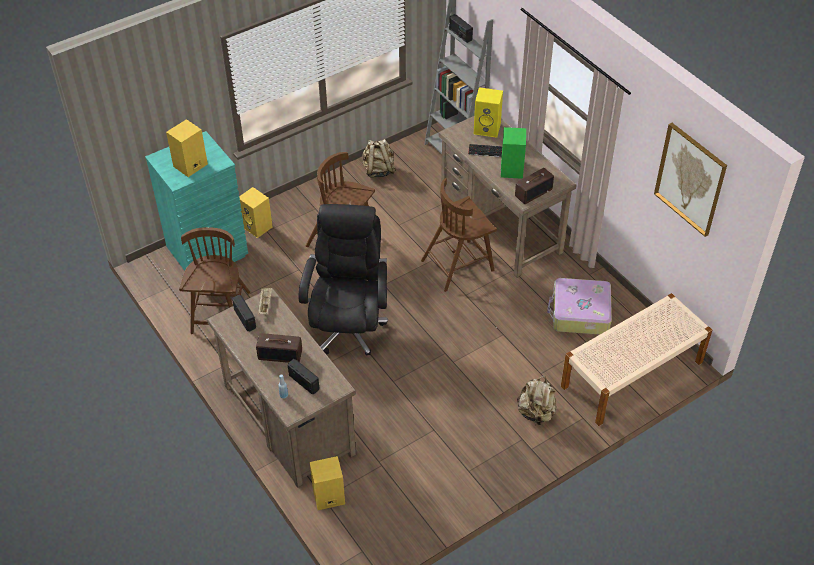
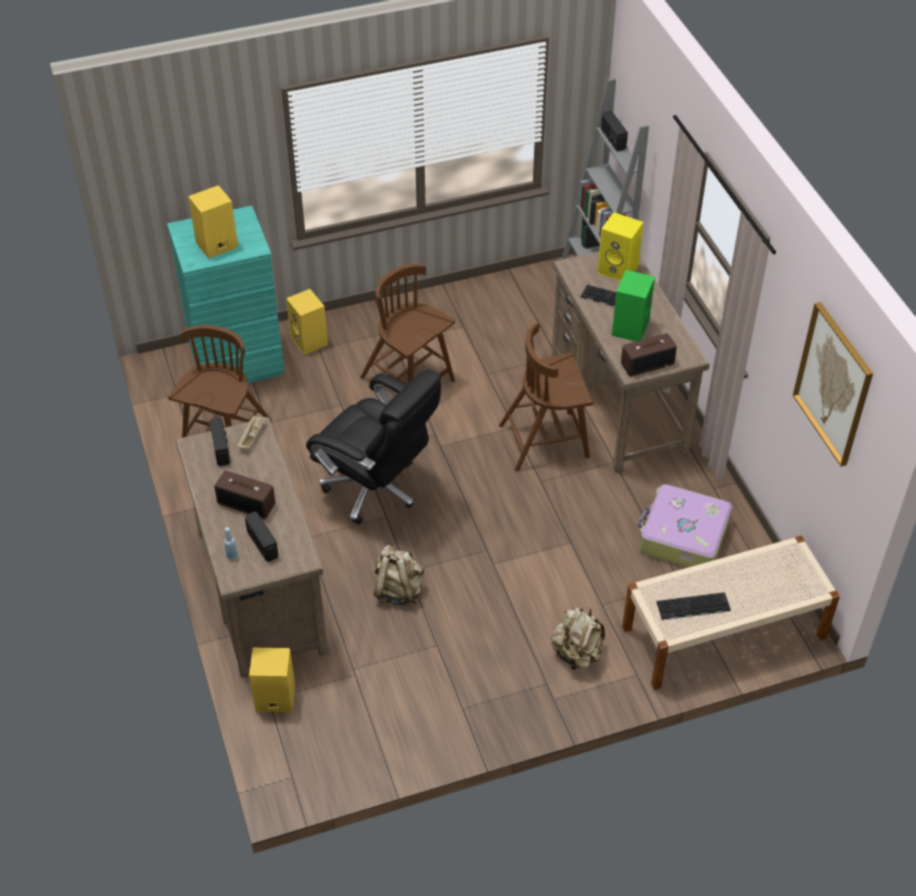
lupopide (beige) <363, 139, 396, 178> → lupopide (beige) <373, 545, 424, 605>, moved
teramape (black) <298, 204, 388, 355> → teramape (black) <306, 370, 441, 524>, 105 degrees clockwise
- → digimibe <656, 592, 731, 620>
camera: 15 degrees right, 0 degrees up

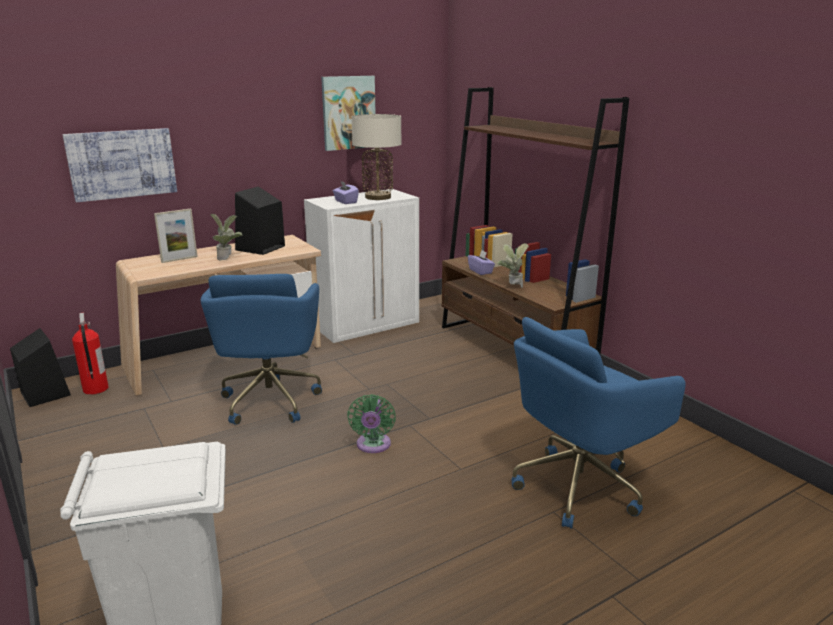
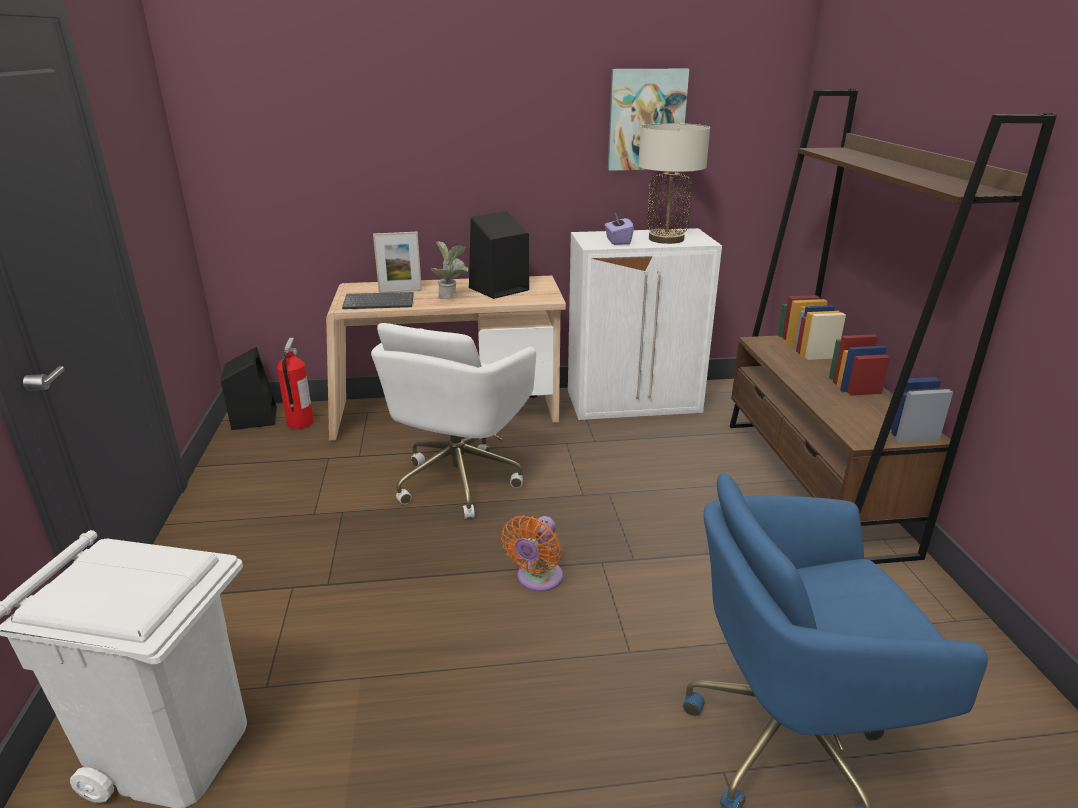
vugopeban <62, 128, 177, 202> → -
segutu <497, 243, 529, 288> → -
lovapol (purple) <468, 250, 495, 275> → -
teramape (blue) <200, 274, 322, 425> → teramape (white) <371, 323, 536, 519>
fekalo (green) <347, 394, 396, 453> → fekalo (orange) <501, 515, 563, 592>
- → digimibe <342, 292, 414, 309>
camera: 25 degrees right, 5 degrees up

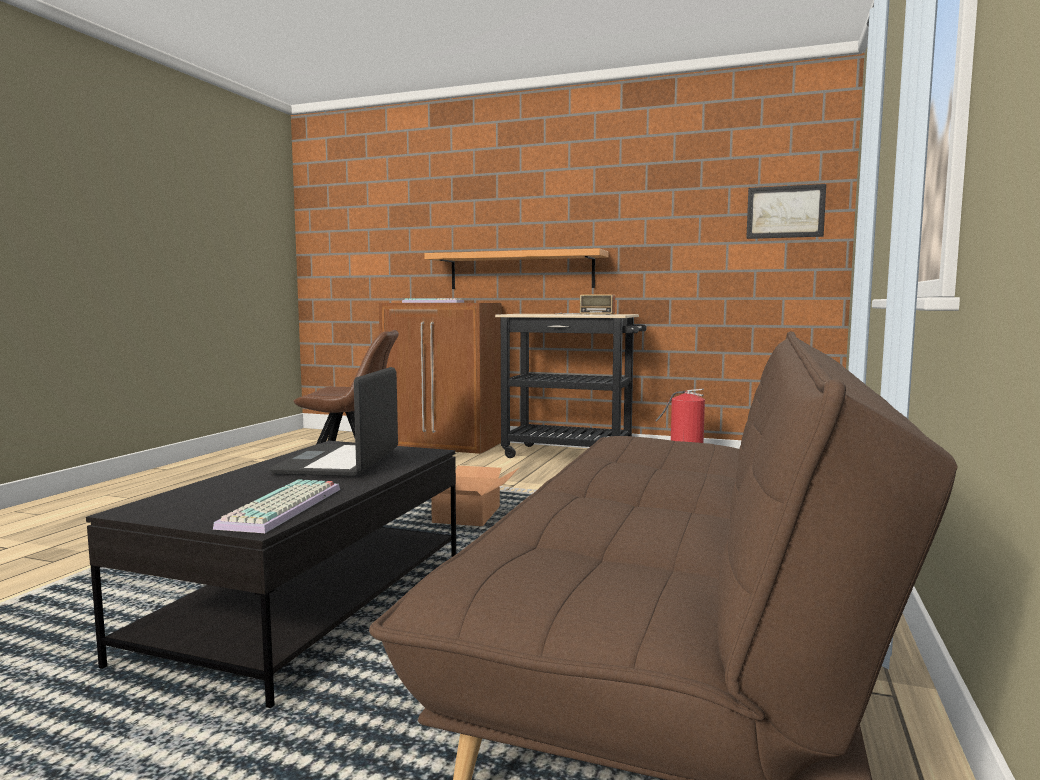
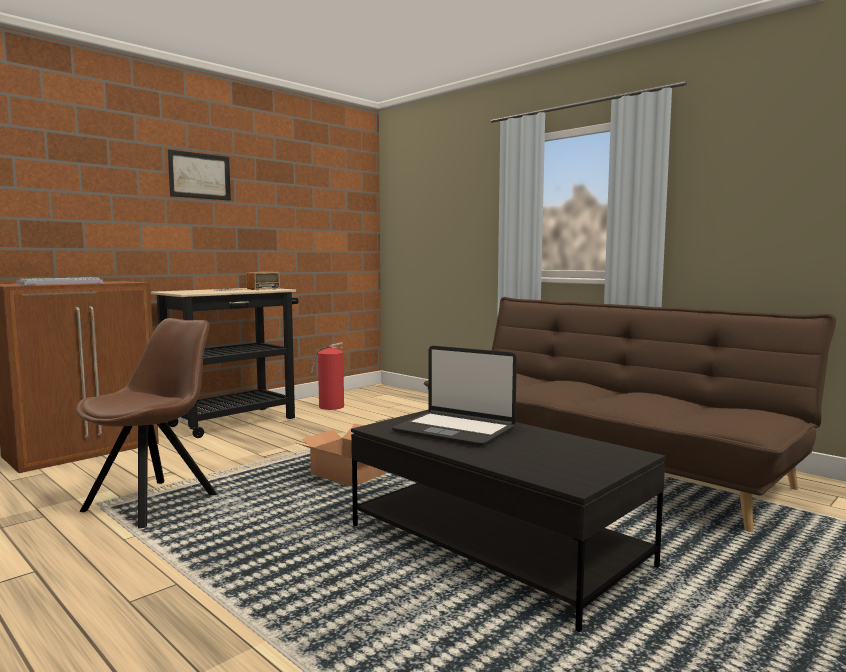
vugopeban <746, 184, 826, 239> → vugopeban <168, 149, 231, 201>, moved
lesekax <424, 248, 608, 289> → -
digimibe <213, 479, 340, 533> → -
camera: 65 degrees left, 0 degrees up

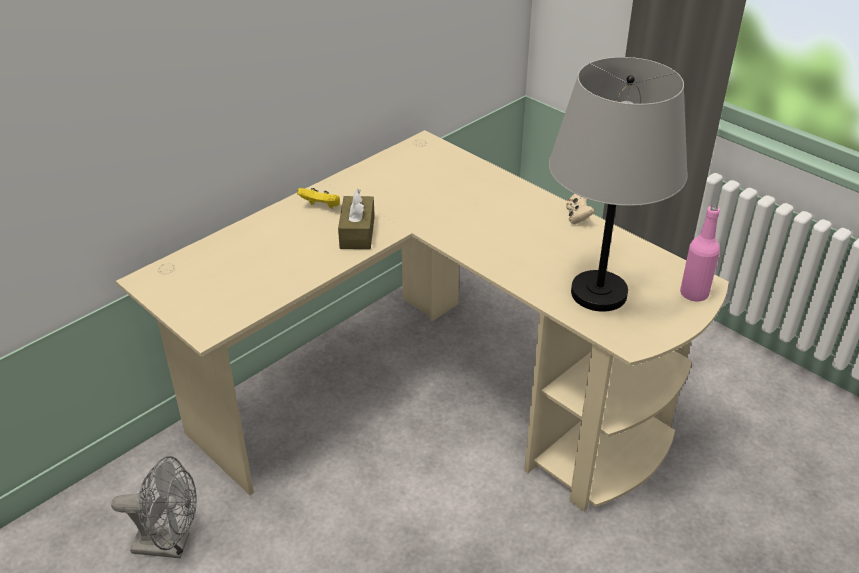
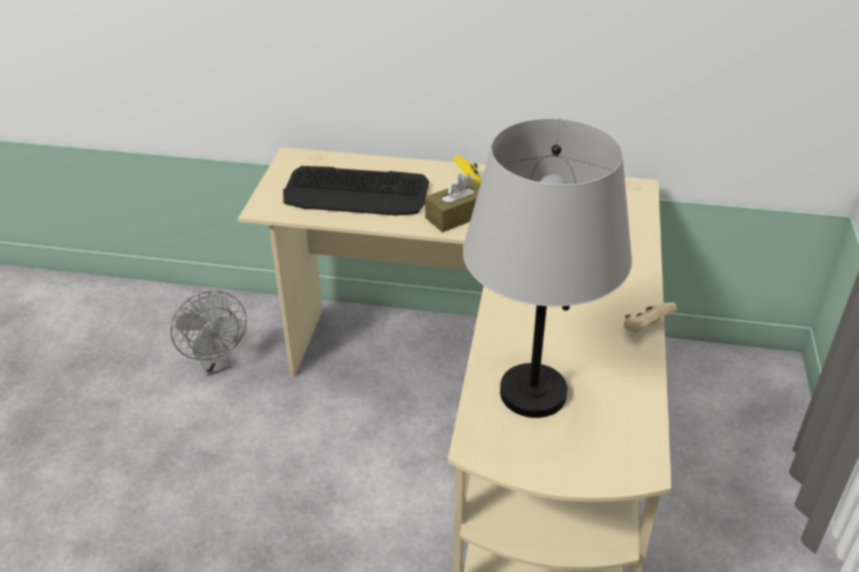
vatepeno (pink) <680, 206, 720, 301> → -
- → digimibe <283, 166, 429, 216>
camera: 55 degrees right, 0 degrees up

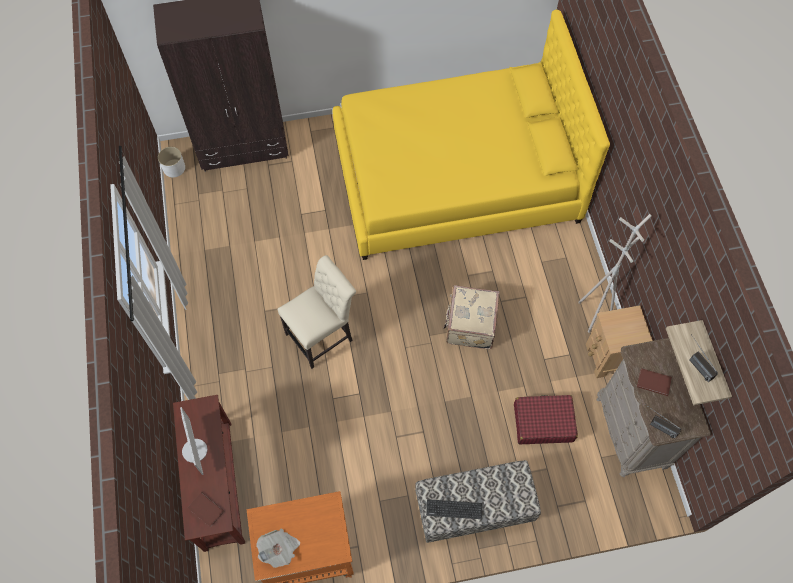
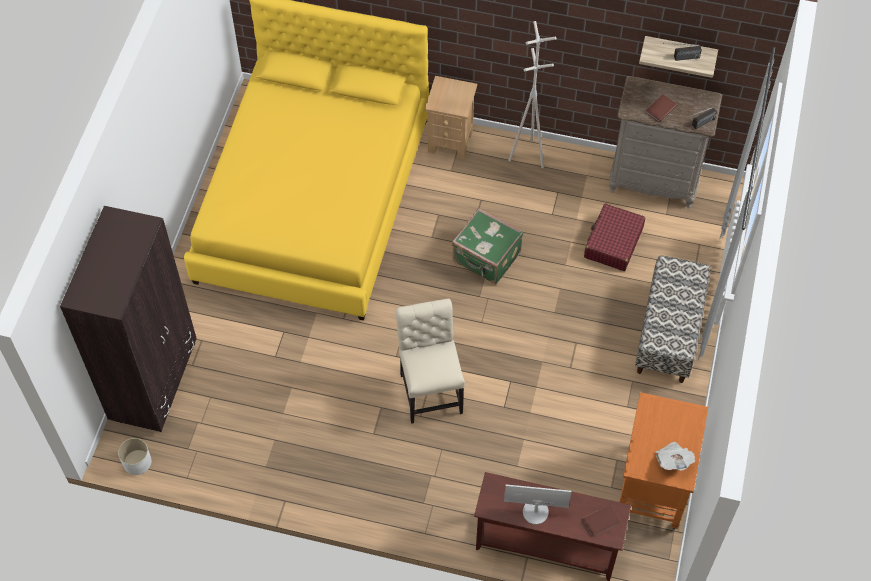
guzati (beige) <443, 285, 500, 349> → guzati (green) <452, 208, 523, 284>
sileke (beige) <586, 305, 653, 378> → sileke (beige) <425, 76, 477, 159>, moved
digimibe <426, 499, 482, 519> → -
camera: 65 degrees left, 5 degrees down

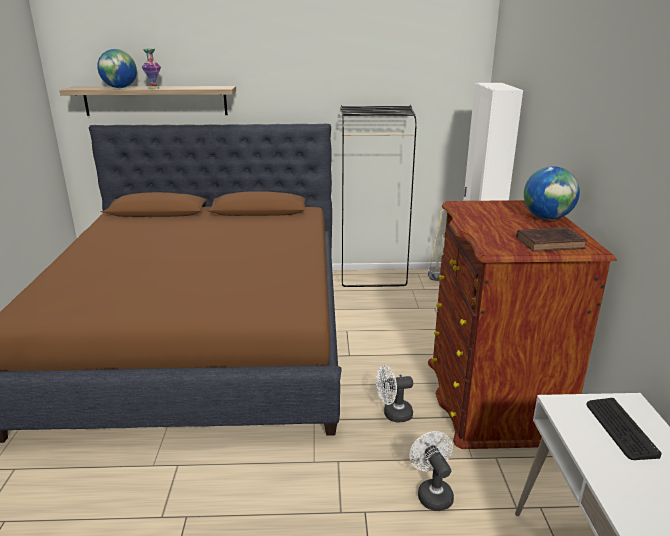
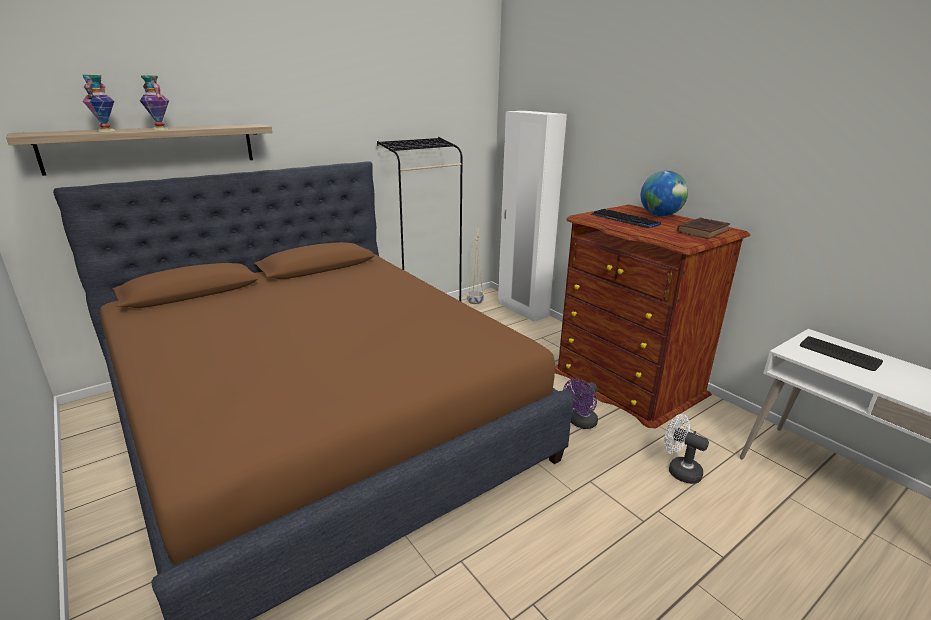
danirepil <97, 49, 137, 88> → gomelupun <83, 75, 115, 132>
fekalo (white) <376, 365, 413, 422> → fekalo (purple) <563, 379, 598, 429>
- → digimibe <591, 209, 661, 228>
camera: 35 degrees left, 0 degrees up

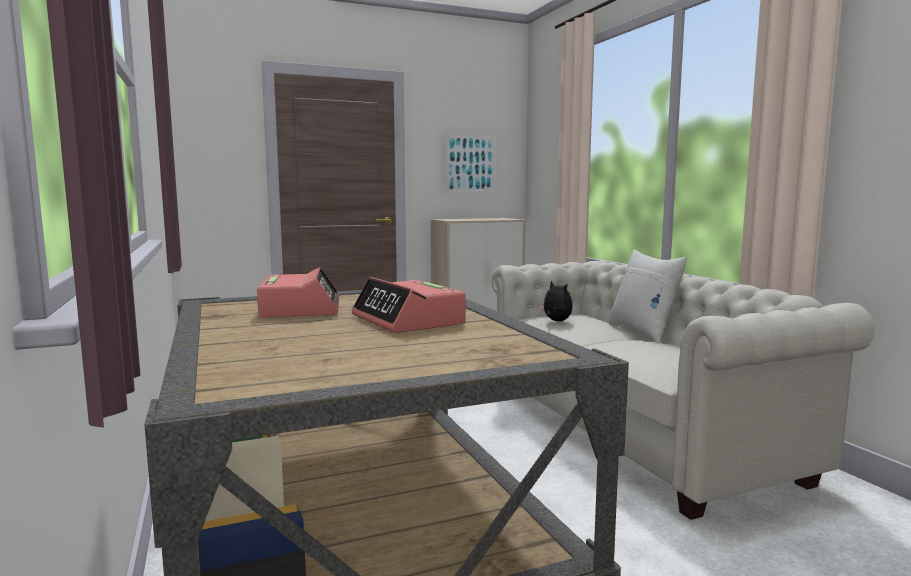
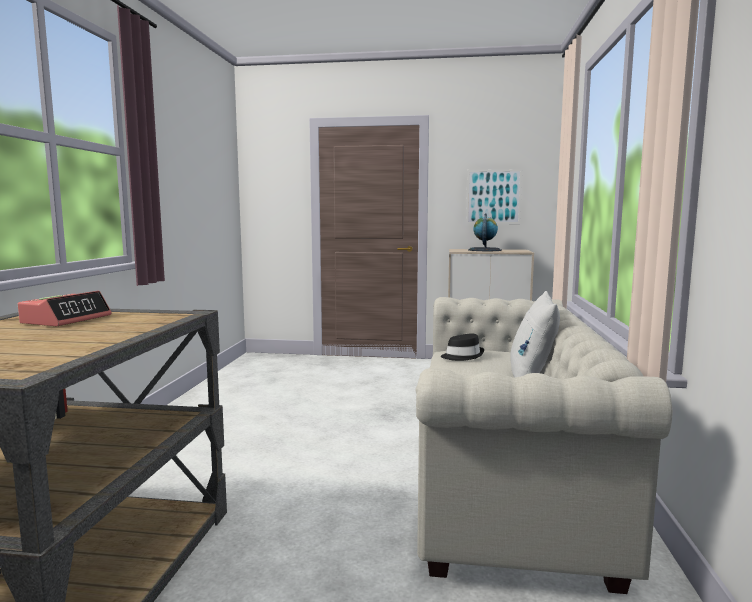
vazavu <351, 277, 466, 333> → -
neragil <539, 281, 573, 321> → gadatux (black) <441, 334, 484, 361>
- → danirepil <468, 214, 502, 251>
camera: 30 degrees right, 0 degrees up

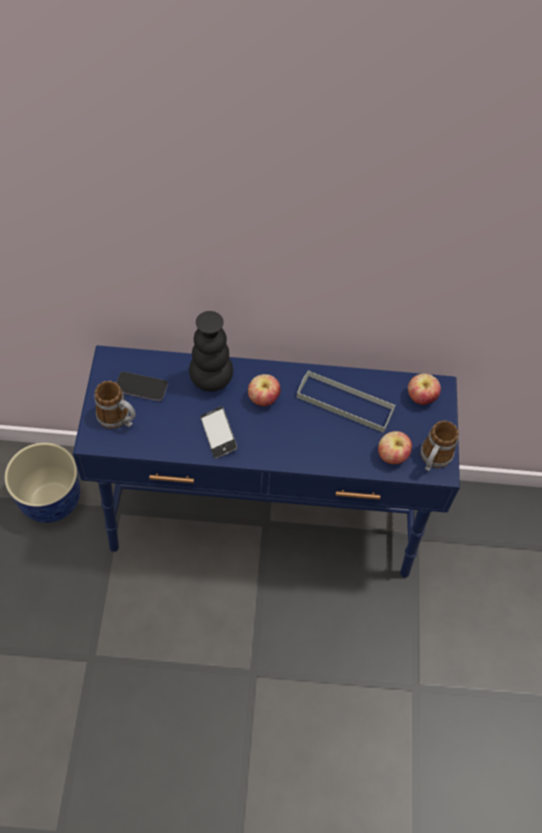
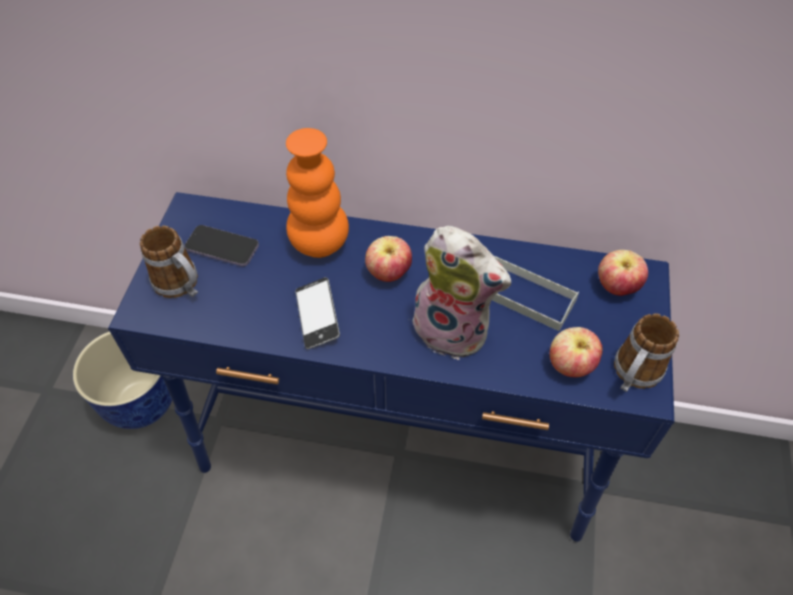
gomelupun (black) <189, 311, 233, 392> → gomelupun (orange) <286, 128, 349, 258>
- → neragil <409, 226, 511, 360>
camera: 10 degrees right, 5 degrees down

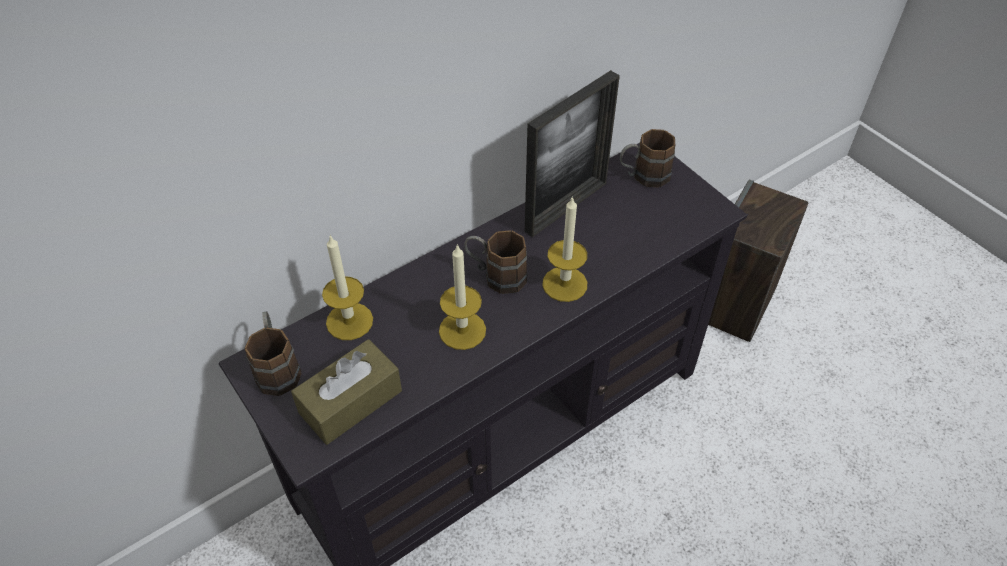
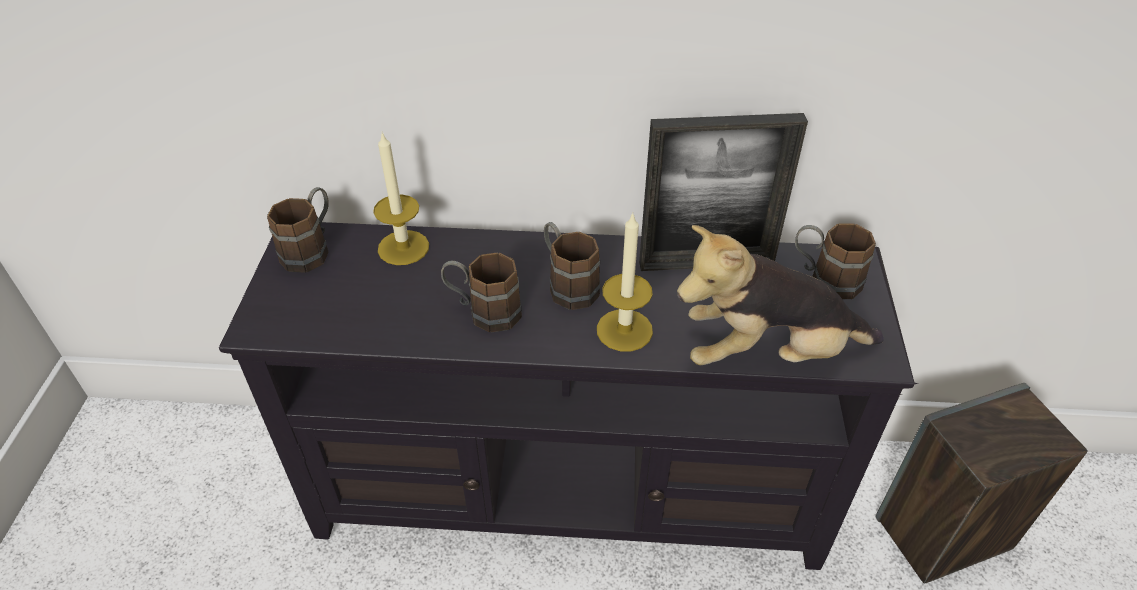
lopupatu <439, 244, 486, 350> → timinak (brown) <441, 252, 522, 332>
lovapol (brown) <291, 339, 402, 445> → -
- → neragil <677, 225, 884, 365>
camera: 40 degrees right, 5 degrees down

